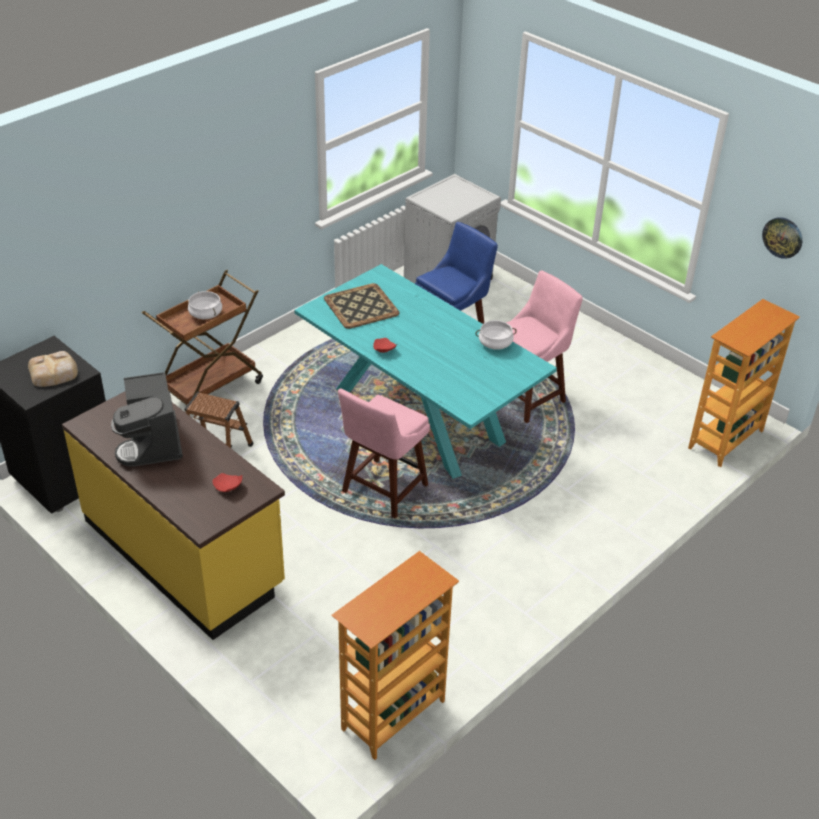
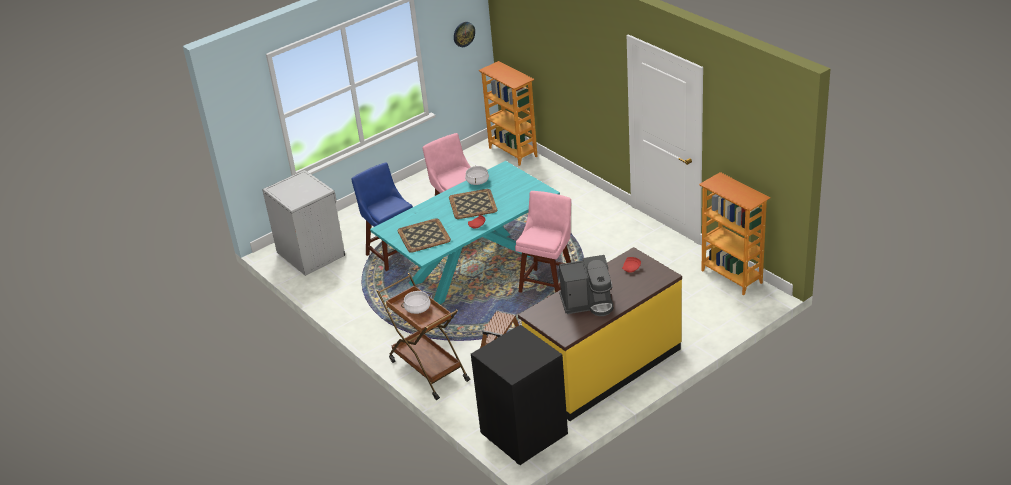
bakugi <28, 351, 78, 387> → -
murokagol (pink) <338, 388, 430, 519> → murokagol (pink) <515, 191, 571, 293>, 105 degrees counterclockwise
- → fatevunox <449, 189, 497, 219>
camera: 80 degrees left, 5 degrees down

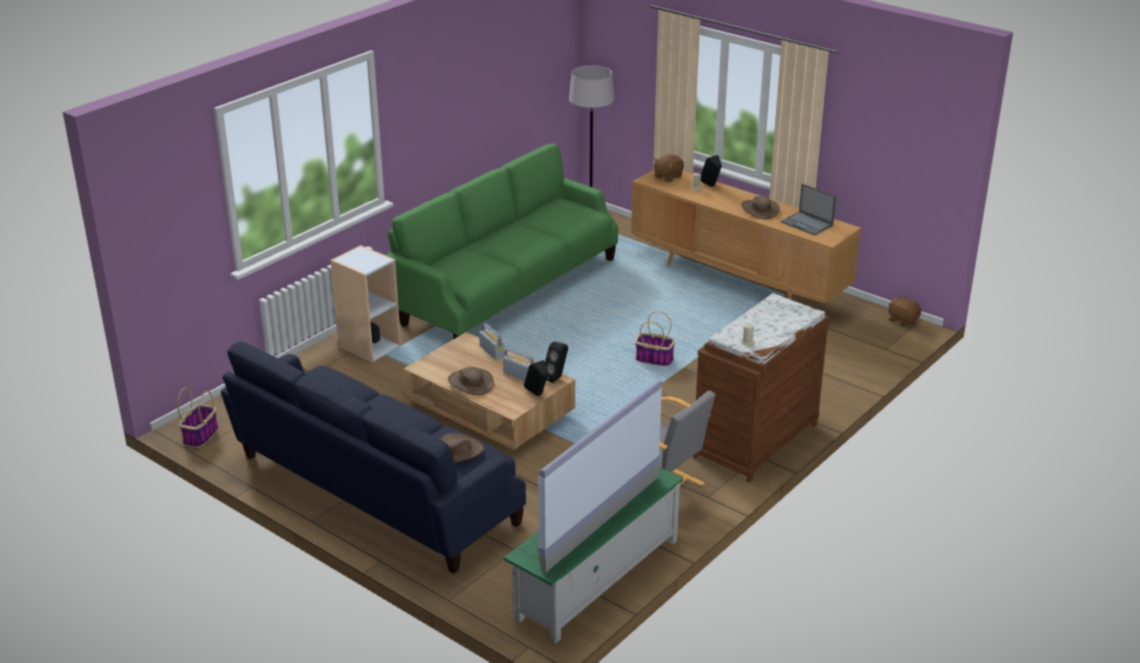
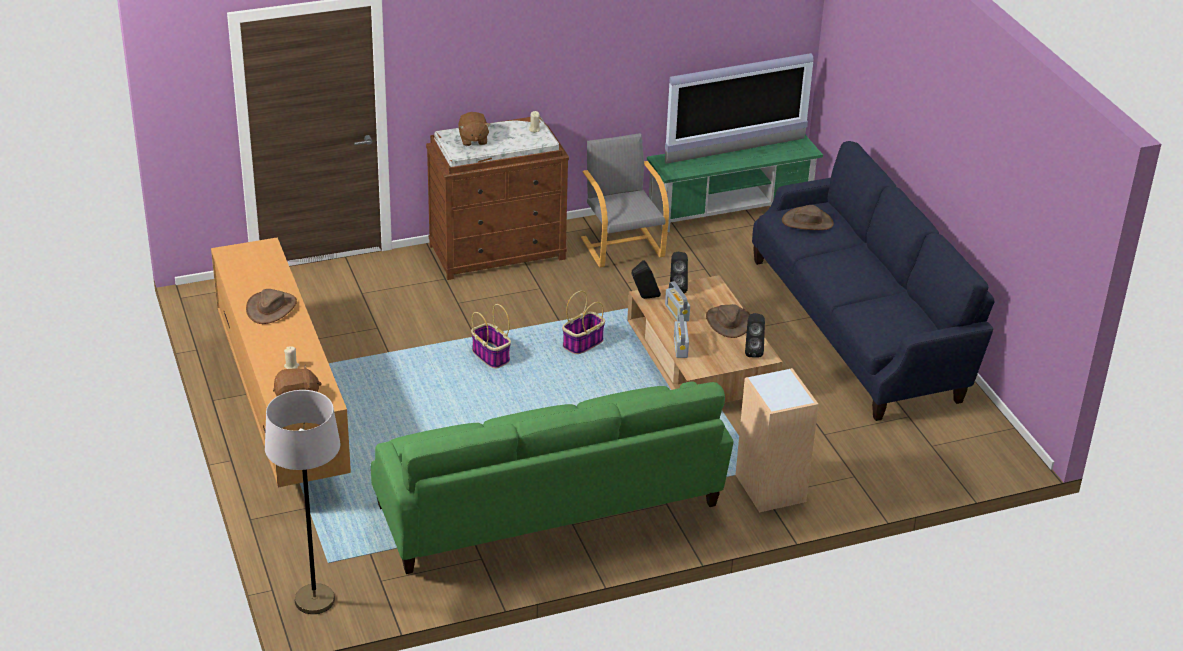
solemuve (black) <701, 155, 722, 187> → solemuve (black) <745, 313, 765, 358>, moved
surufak <781, 184, 836, 236> → -
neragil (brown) <888, 296, 921, 327> → neragil (brown) <458, 112, 490, 146>, moved
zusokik <177, 387, 218, 448> → zusokik <562, 291, 605, 354>, moved
camera: 150 degrees left, 5 degrees up

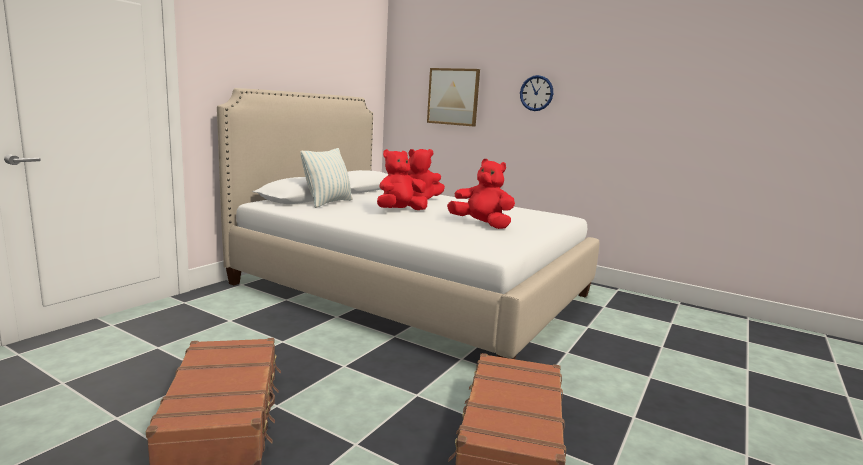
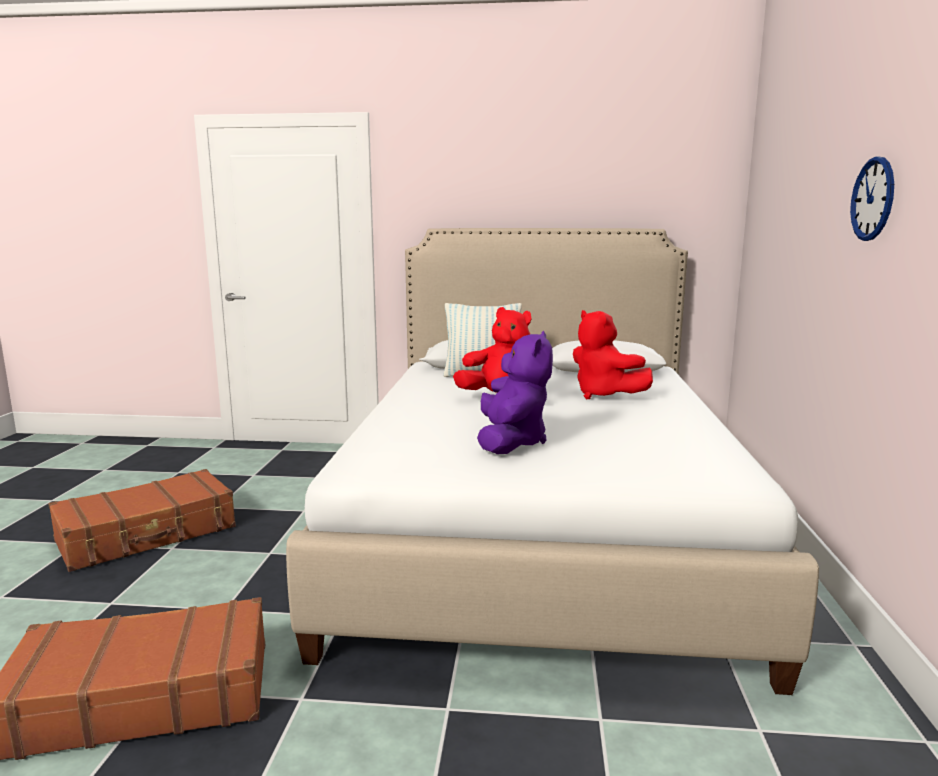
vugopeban <427, 68, 480, 127> → -
neragil (red) <447, 159, 515, 229> → neragil (purple) <477, 331, 553, 454>
camera: 65 degrees right, 0 degrees up

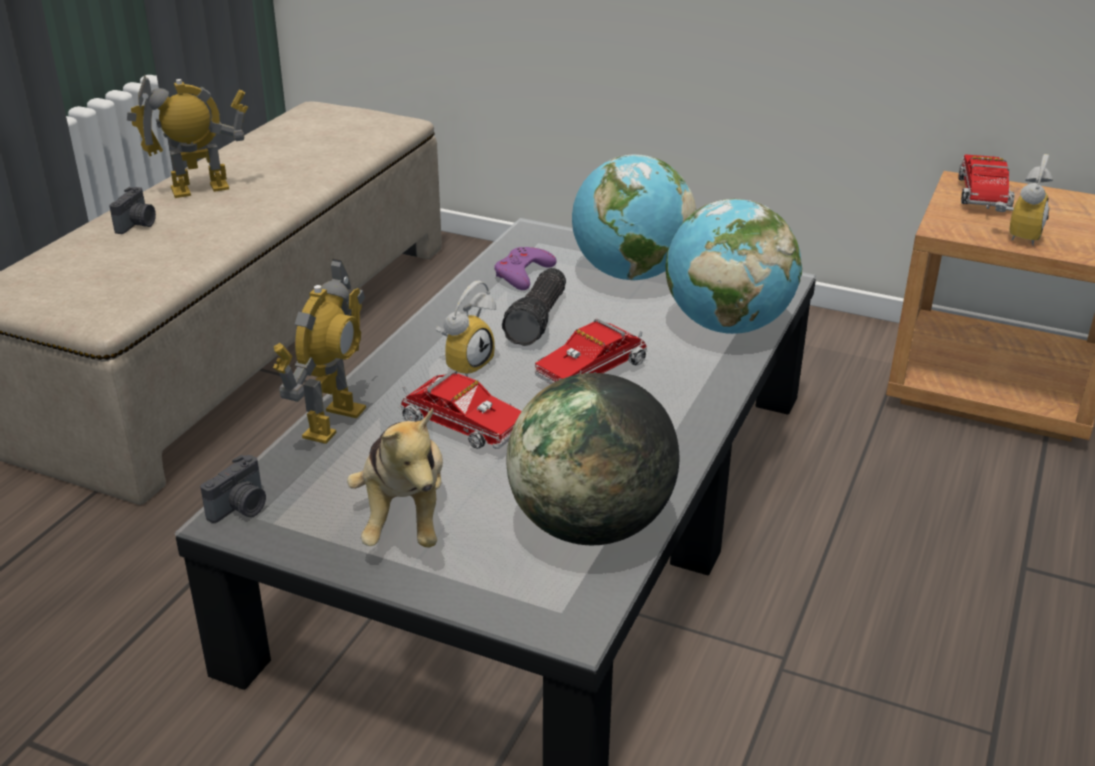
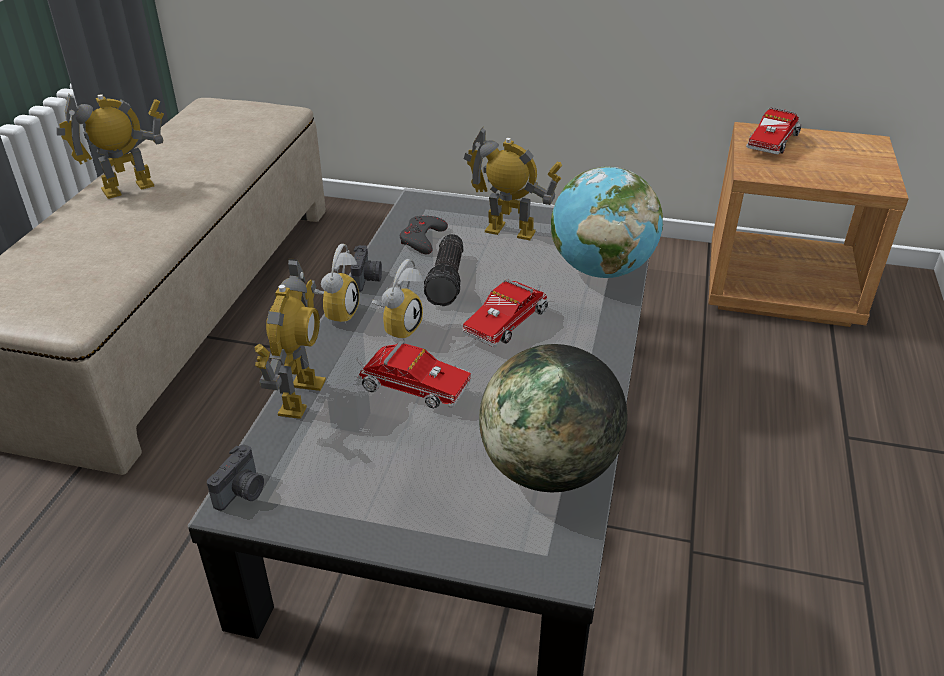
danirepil <572, 154, 696, 281> → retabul <464, 127, 562, 240>
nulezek <958, 154, 1015, 209> → nulezek <746, 107, 801, 155>, 150 degrees counterclockwise
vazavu <995, 154, 1053, 245> → vazavu <314, 244, 359, 325>, moved
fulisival <109, 187, 156, 234> → fulisival <351, 245, 382, 292>, moved
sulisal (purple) <494, 247, 557, 290> → sulisal (grey) <400, 216, 448, 254>
neragil <347, 408, 443, 547> → -
camera: 10 degrees left, 5 degrees up

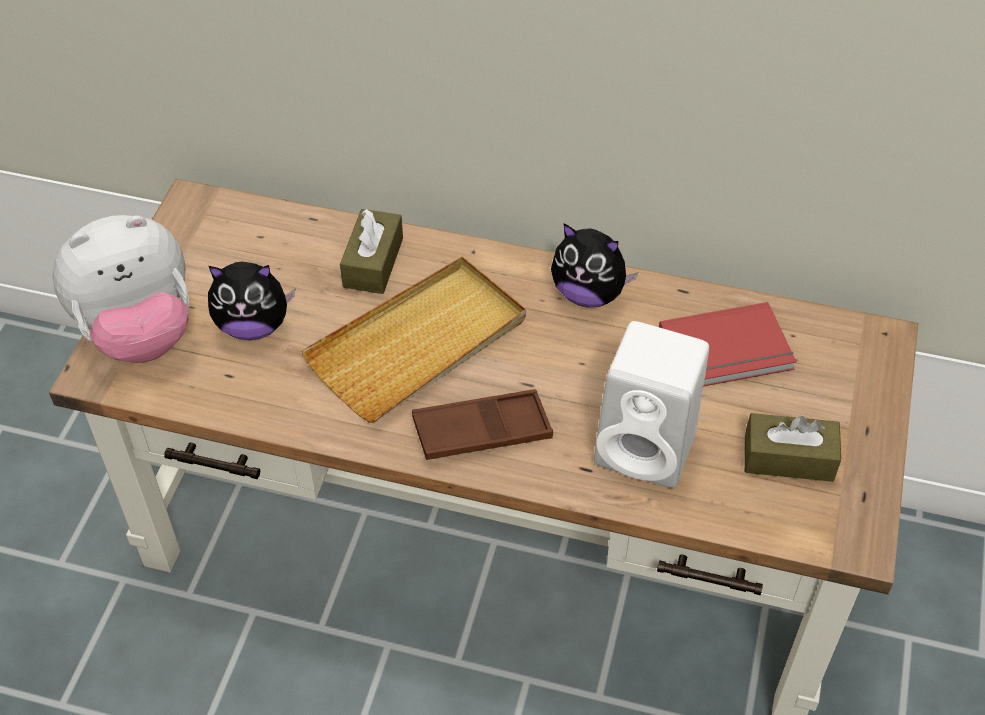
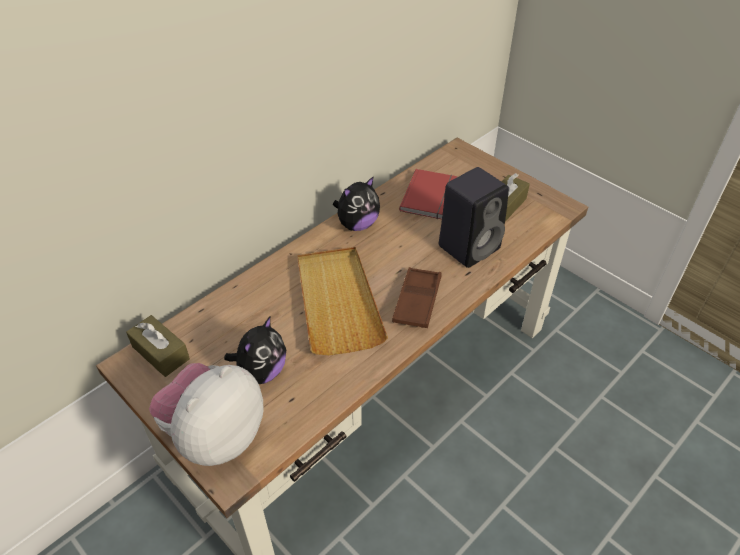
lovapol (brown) <340, 209, 403, 294> → lovapol (brown) <126, 315, 190, 377>, moved
neragil <52, 215, 189, 363> → neragil <149, 363, 263, 466>, 150 degrees counterclockwise
solemuve (white) <594, 321, 709, 488> → solemuve (black) <439, 167, 509, 268>
camera: 60 degrees left, 5 degrees down

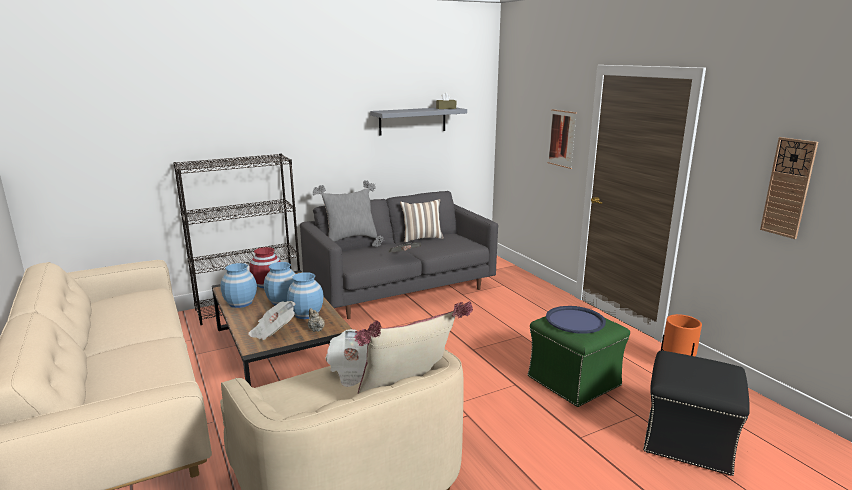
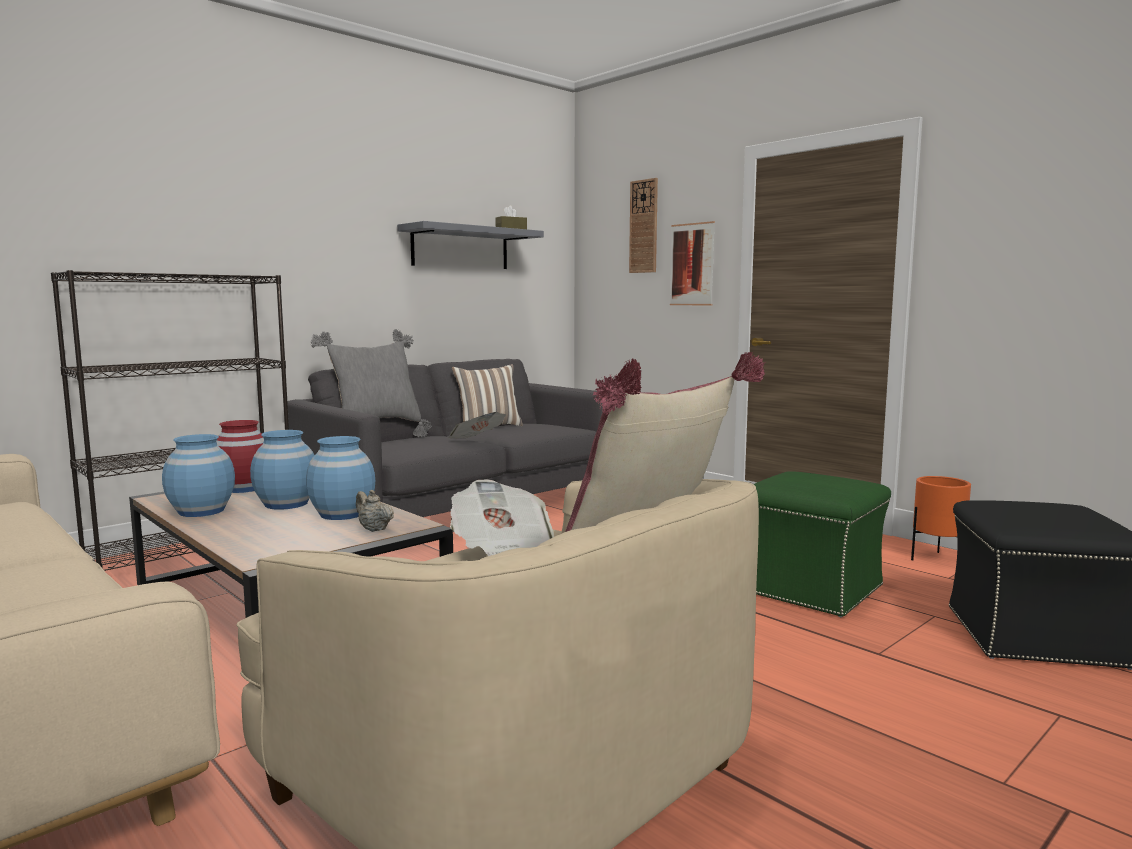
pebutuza <760, 137, 818, 239> → pebutuza <629, 178, 658, 273>, moved
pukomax <248, 301, 295, 340> → -
fatevunox (blue) <546, 306, 606, 334> → -
camera: 15 degrees left, 10 degrees down

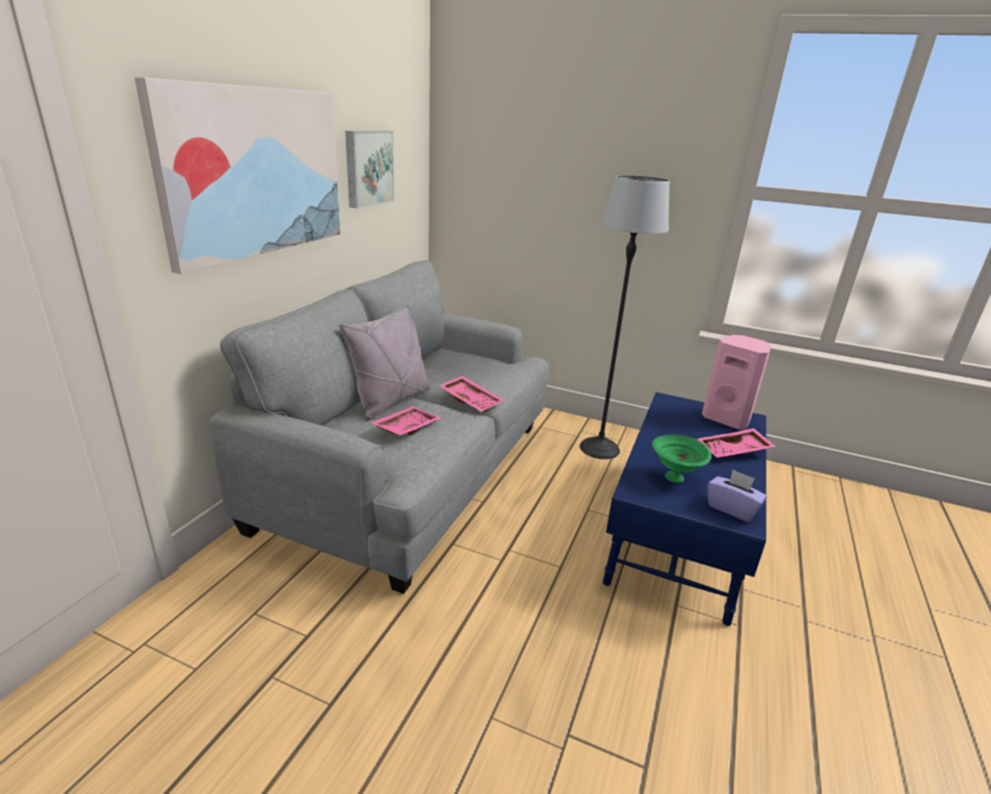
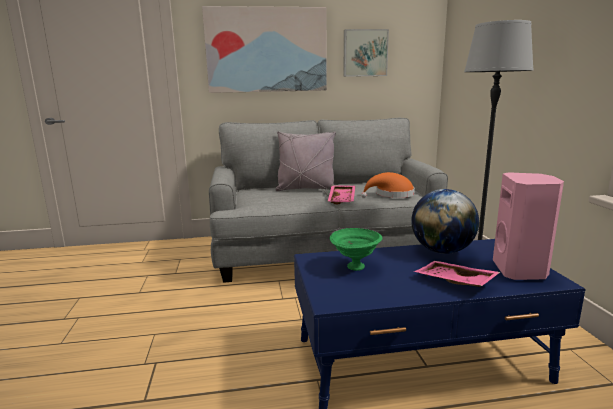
fatevunox (pink) <370, 406, 441, 435> → -
lovapol (purple) <708, 470, 767, 522> → -
- → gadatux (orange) <361, 172, 415, 198>
- → danirepil <411, 189, 479, 254>
camera: 60 degrees right, 10 degrees down

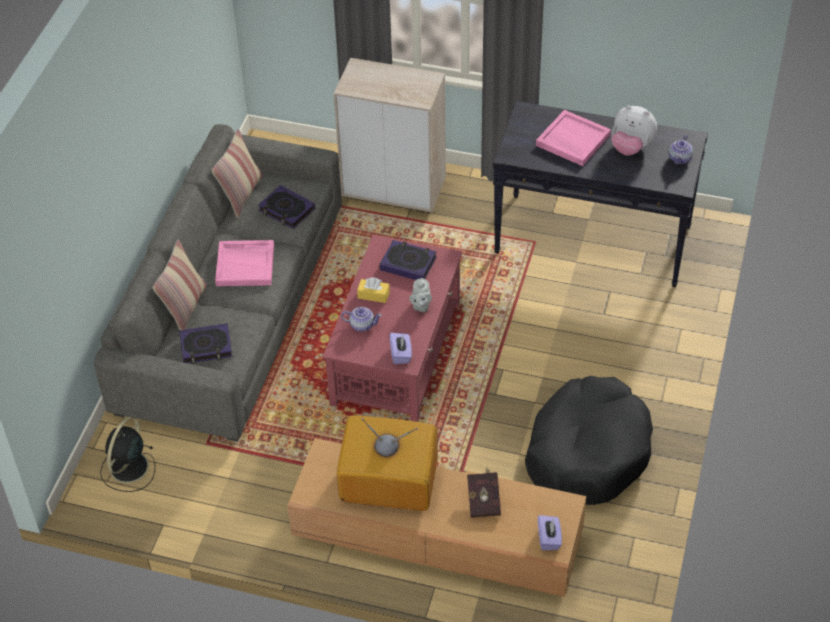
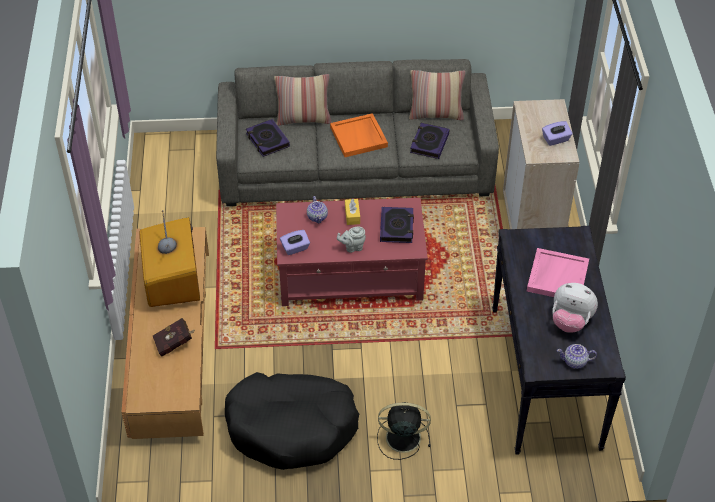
neragil <611, 106, 657, 155> → neragil <552, 283, 598, 333>, 75 degrees counterclockwise
fatevunox (pink) <215, 240, 274, 286> → fatevunox (orange) <330, 113, 388, 157>
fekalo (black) <100, 417, 155, 492> → fekalo (black) <377, 402, 431, 460>, moved
lovapol (purple) <538, 515, 562, 551> → lovapol (purple) <542, 121, 573, 146>, moved
camera: 70 degrees right, 0 degrees up

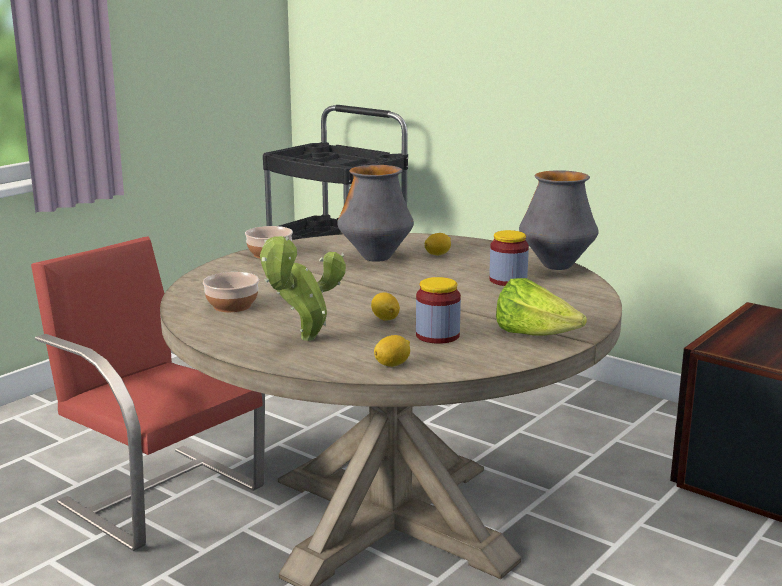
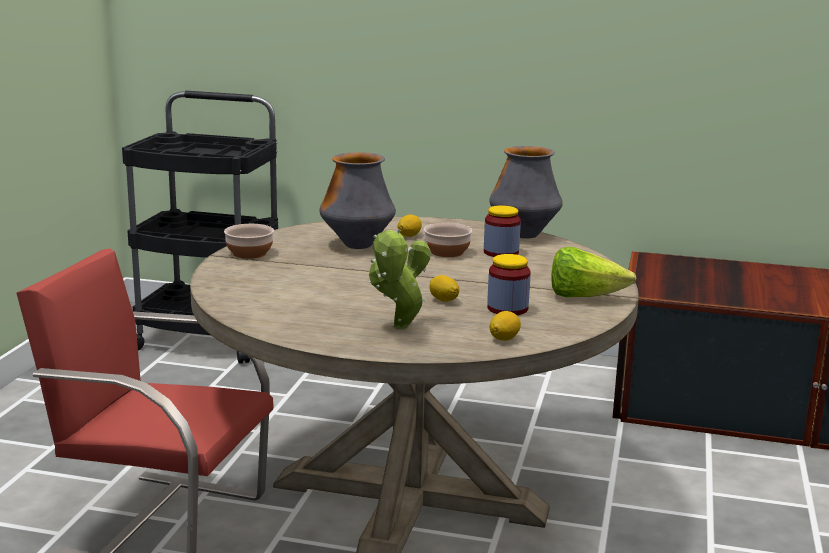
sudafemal <203, 272, 259, 312> → sudafemal <424, 223, 472, 257>, moved
camera: 25 degrees left, 0 degrees up

